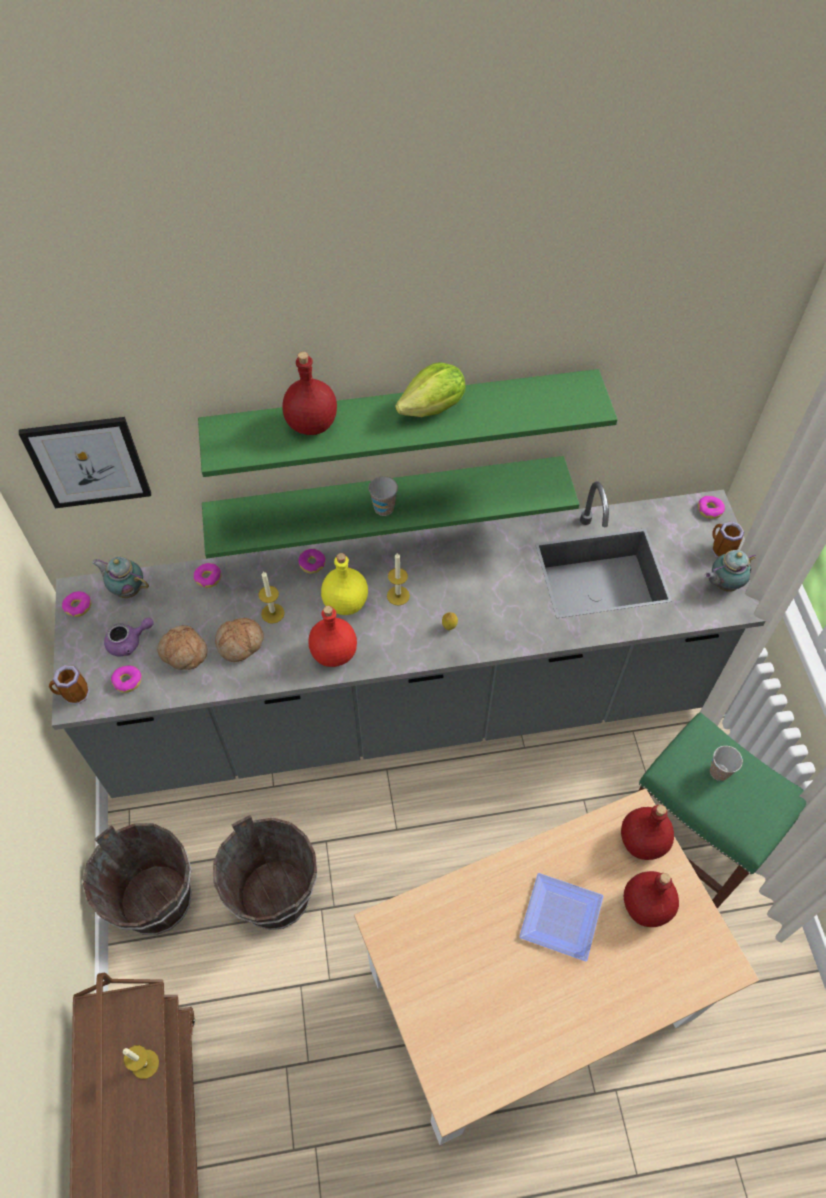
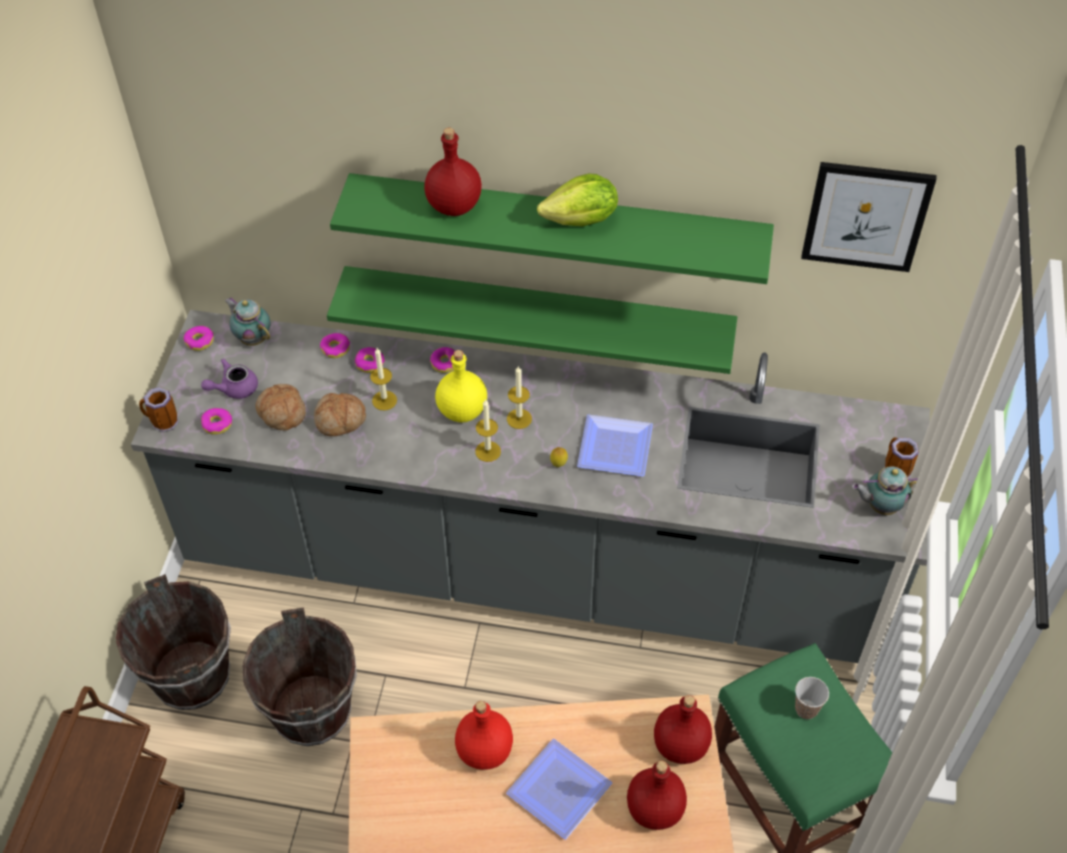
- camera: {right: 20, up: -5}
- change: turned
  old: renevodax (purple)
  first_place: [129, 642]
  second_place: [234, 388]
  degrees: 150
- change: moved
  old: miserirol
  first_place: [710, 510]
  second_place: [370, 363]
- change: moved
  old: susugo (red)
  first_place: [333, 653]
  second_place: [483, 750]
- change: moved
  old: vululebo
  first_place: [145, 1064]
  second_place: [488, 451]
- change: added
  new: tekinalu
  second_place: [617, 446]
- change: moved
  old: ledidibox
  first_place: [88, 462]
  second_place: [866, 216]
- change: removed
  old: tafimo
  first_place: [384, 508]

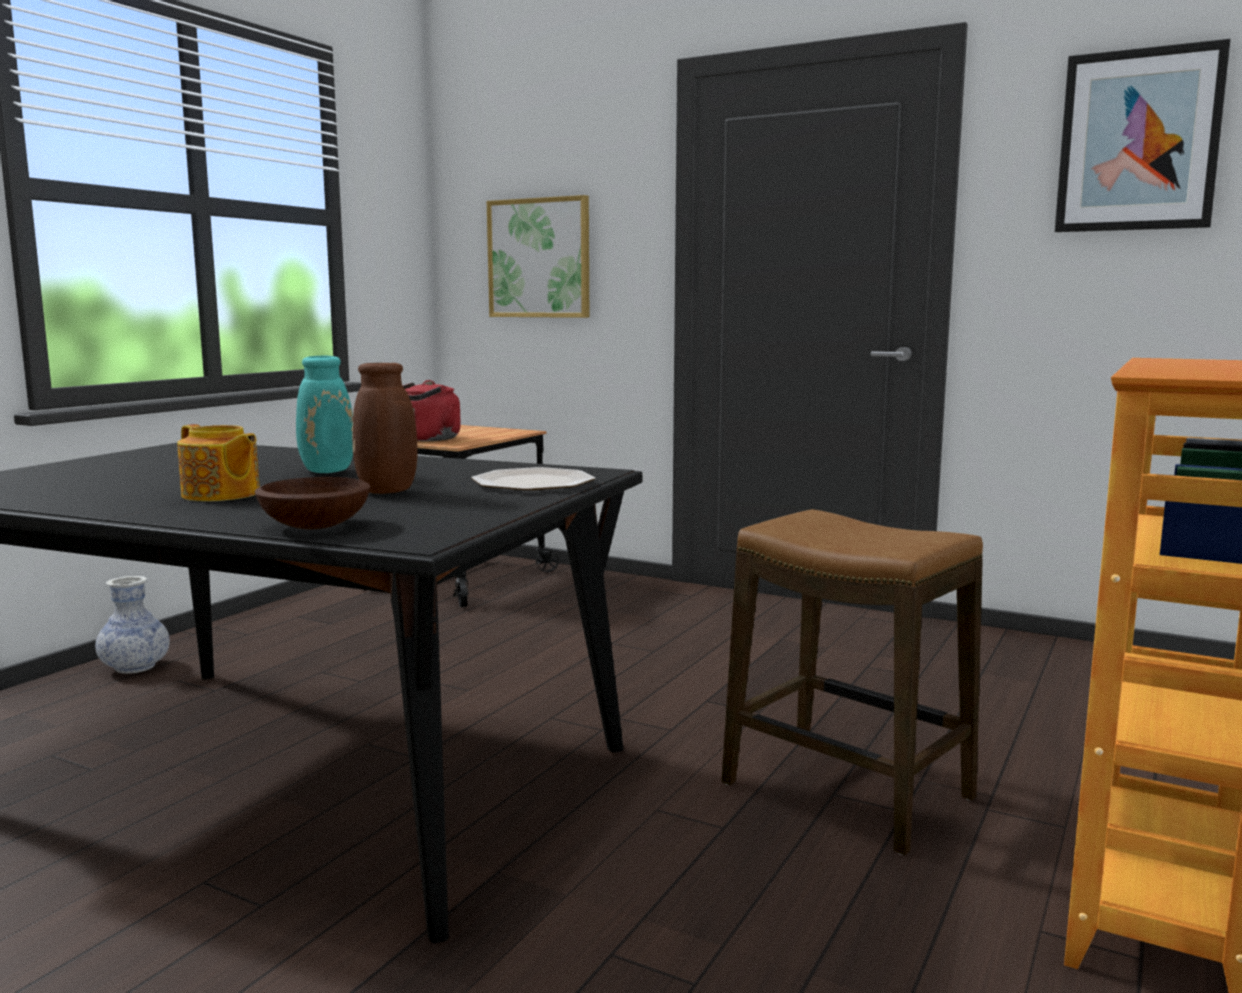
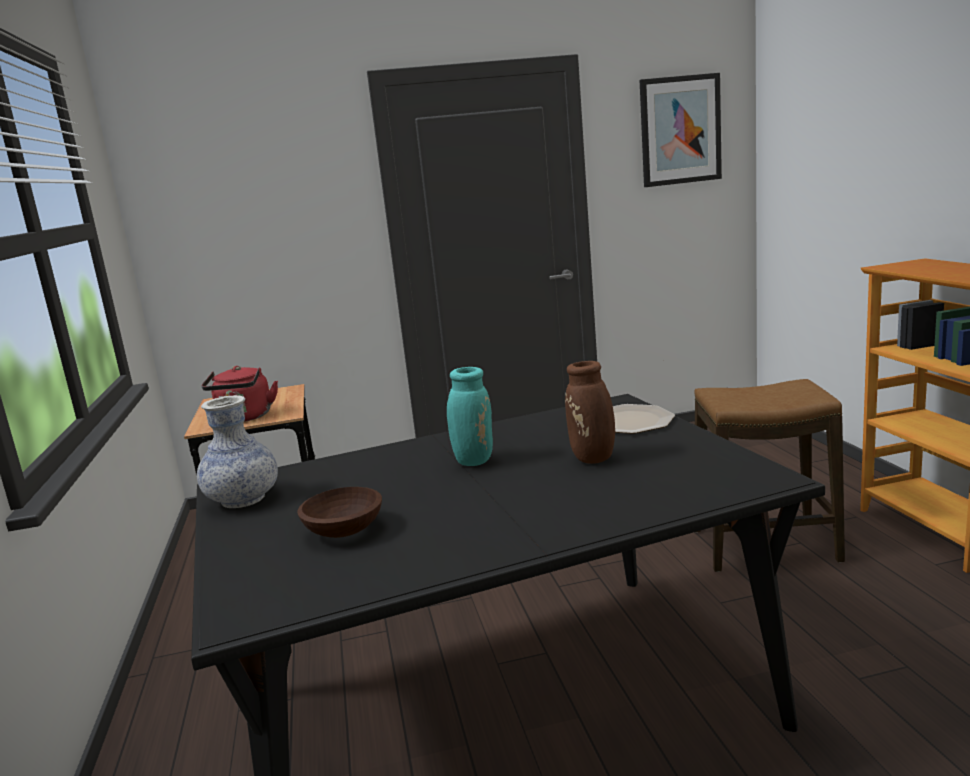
- camera: {right: -40, up: 5}
- change: moved
  old: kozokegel
  first_place: [135, 667]
  second_place: [243, 499]
- change: moved
  old: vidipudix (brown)
  first_place: [315, 525]
  second_place: [343, 530]
- change: removed
  old: renevodax
  first_place: [221, 495]
- change: removed
  old: ledidibox
  first_place: [539, 258]

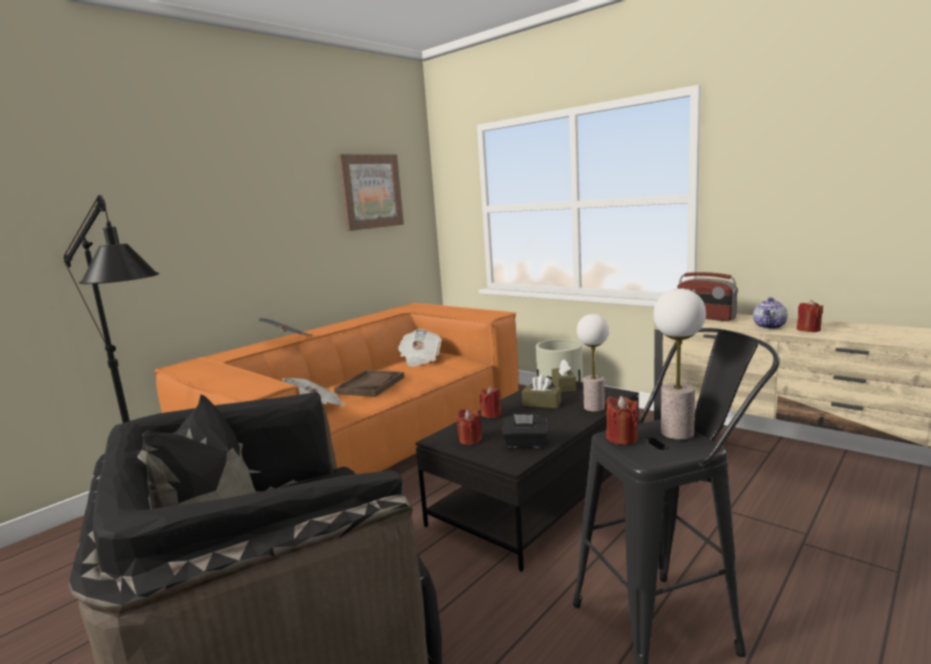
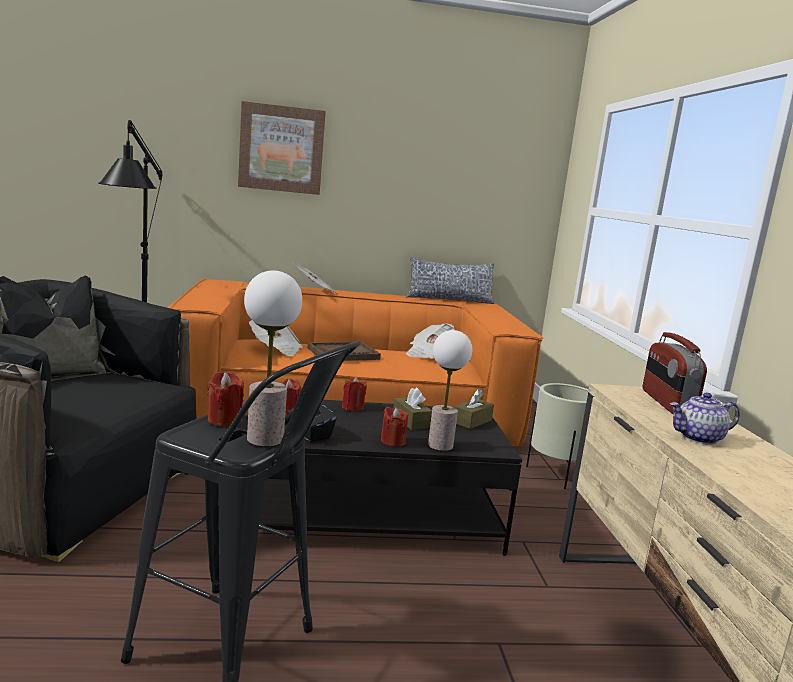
- camera: {right: 40, up: 0}
- change: moved
  old: ledidibox
  first_place: [370, 191]
  second_place: [281, 149]
- change: moved
  old: vululebo (red)
  first_place: [808, 329]
  second_place: [393, 441]
- change: added
  new: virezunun
  second_place: [449, 299]

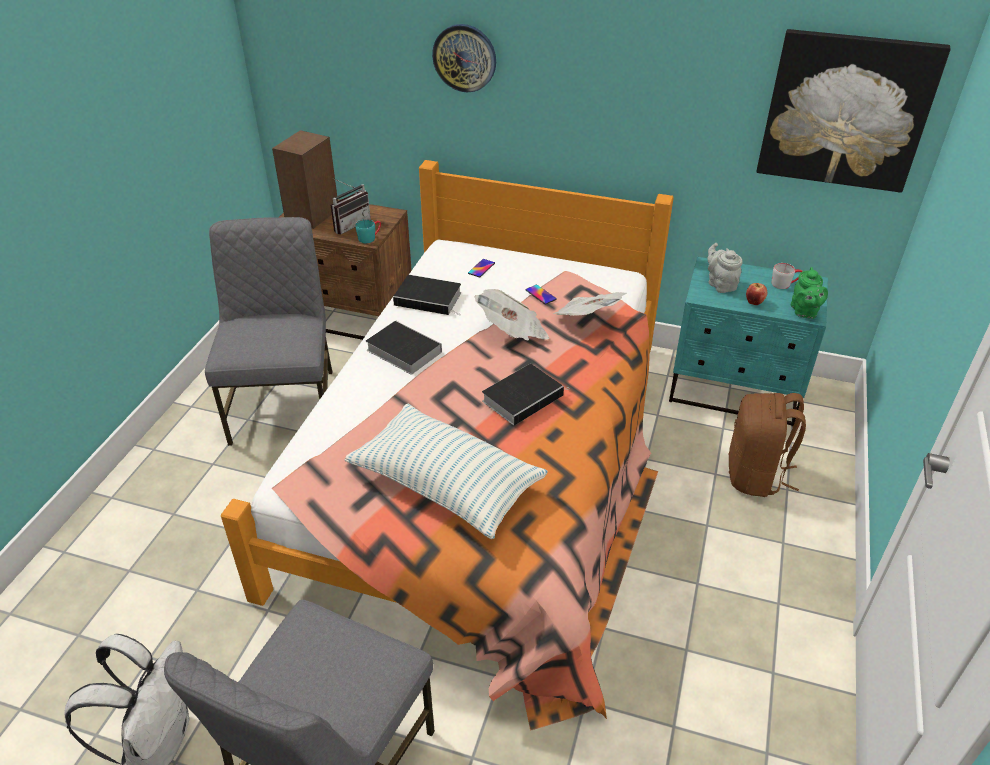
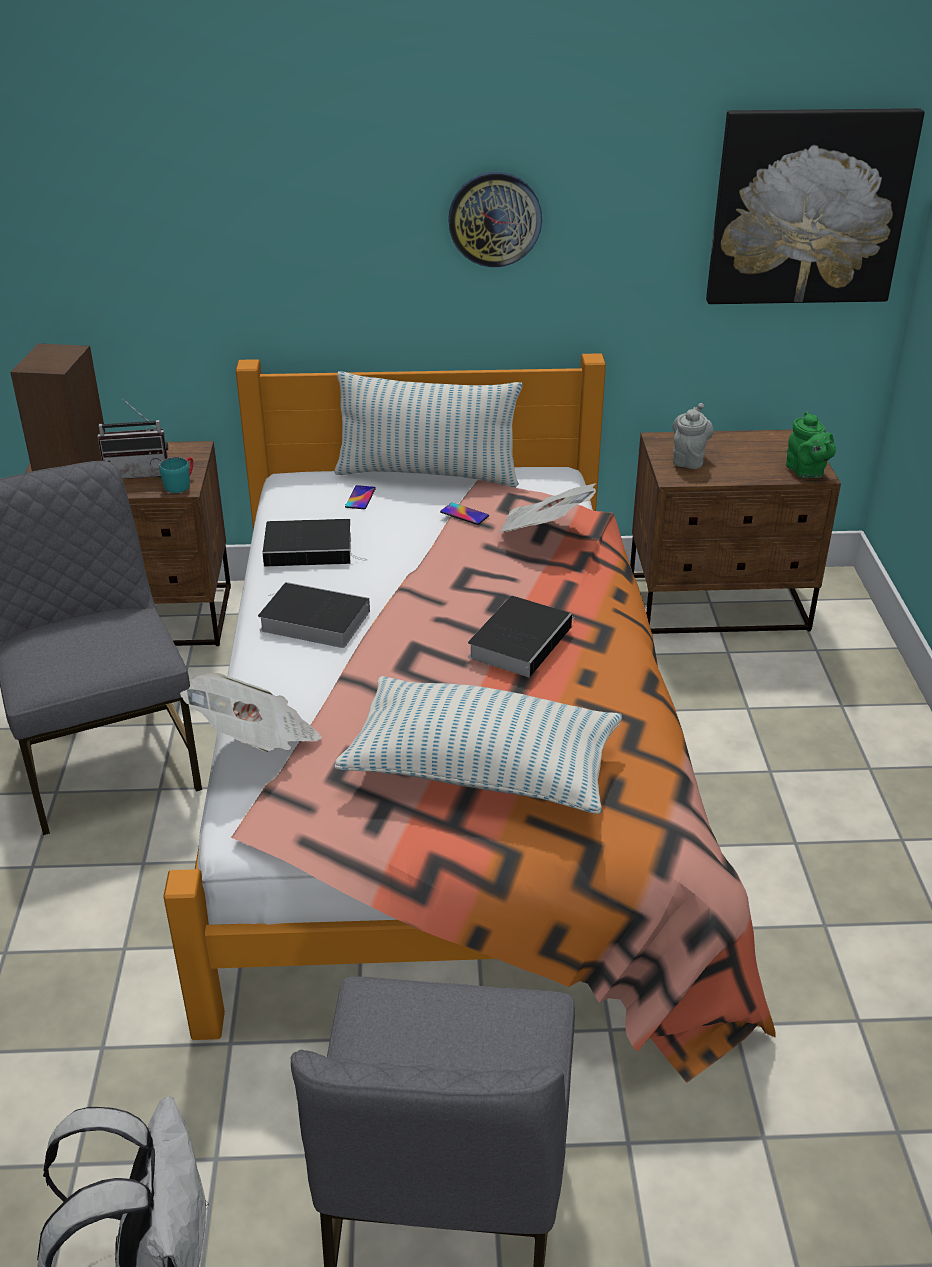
- camera: {right: -20, up: -5}
- change: turned
  old: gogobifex
  first_place: [349, 224]
  second_place: [139, 472]
  degrees: 60
- change: moved
  old: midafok
  first_place: [513, 332]
  second_place: [256, 740]
- change: added
  new: virezunun
  second_place: [427, 474]
- change: moved
  old: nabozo
  first_place: [464, 58]
  second_place: [495, 219]
- change: recoloured
  old: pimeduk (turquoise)
  new: pimeduk (brown)
  first_place: [735, 391]
  second_place: [718, 605]
- change: turned
  old: renevodax (grey)
  first_place: [720, 284]
  second_place: [689, 459]
  degrees: 60
- change: removed
  old: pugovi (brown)
  first_place: [755, 475]
- change: removed
  old: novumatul
  first_place: [754, 302]
- change: removed
  old: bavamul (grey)
  first_place: [785, 283]

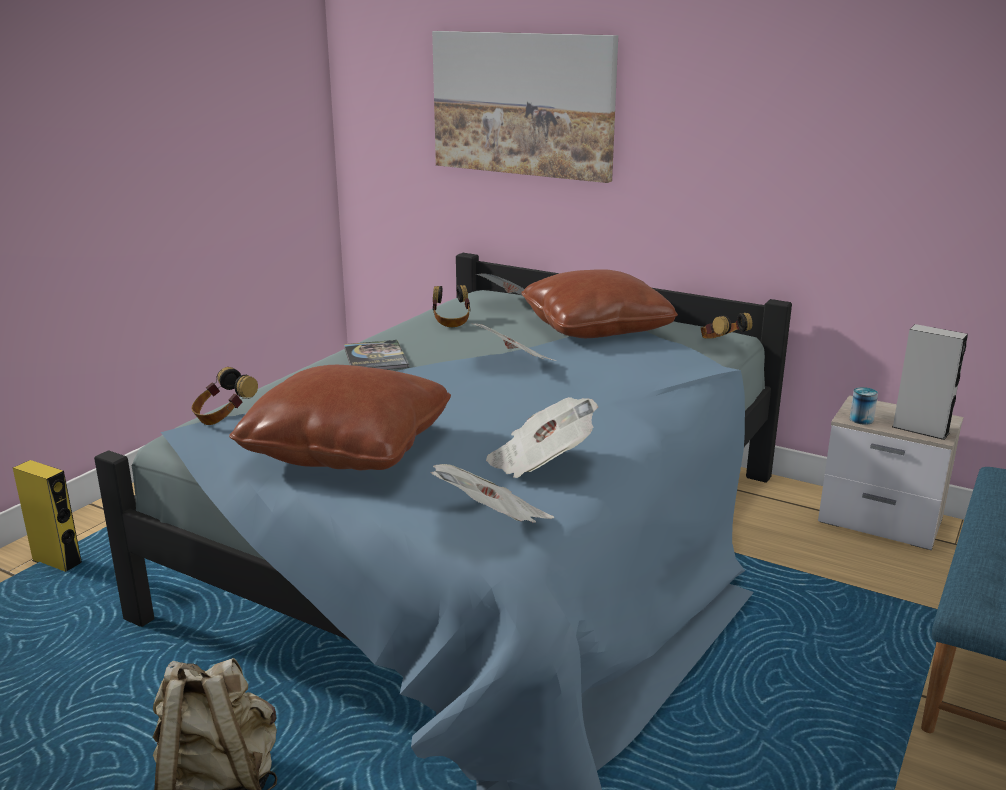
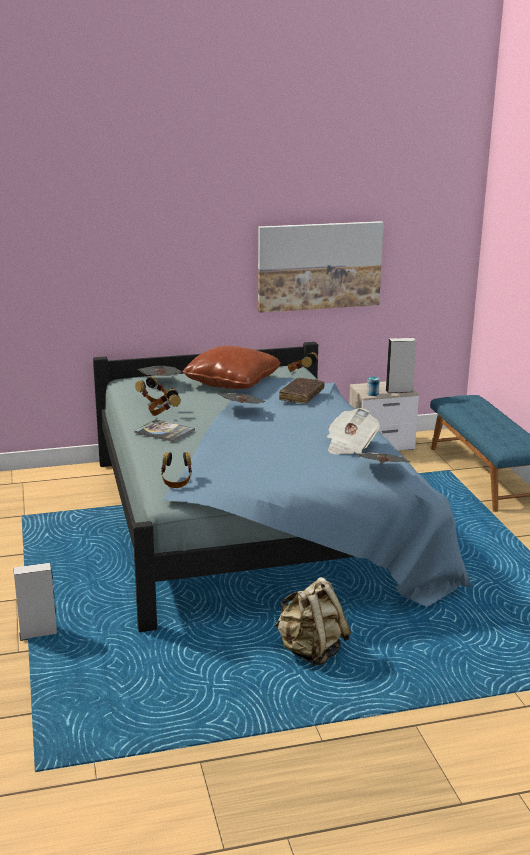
- camera: {right: -45, up: 0}
- change: recoloured
  old: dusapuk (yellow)
  new: dusapuk (grey)
  first_place: [57, 562]
  second_place: [38, 633]
- change: added
  new: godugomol
  second_place: [164, 413]
- change: moved
  old: ledidibox
  first_place: [523, 104]
  second_place: [319, 266]
- change: added
  new: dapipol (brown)
  second_place: [301, 396]
- change: removed
  old: virezunun (brown)
  first_place: [347, 448]

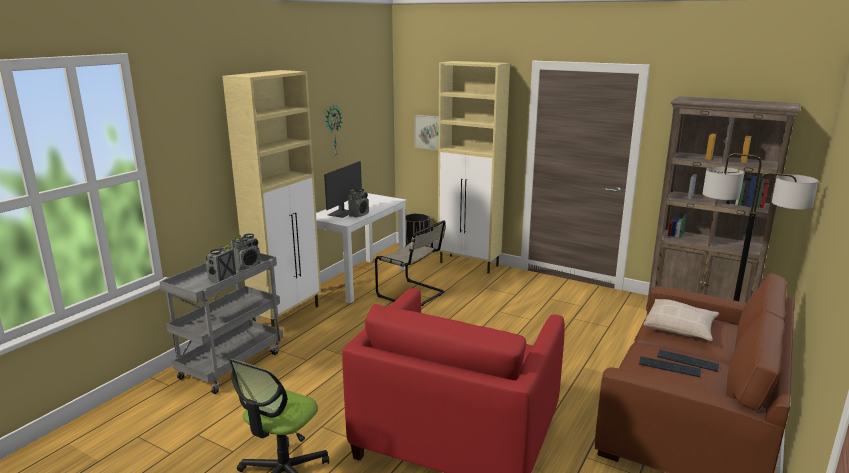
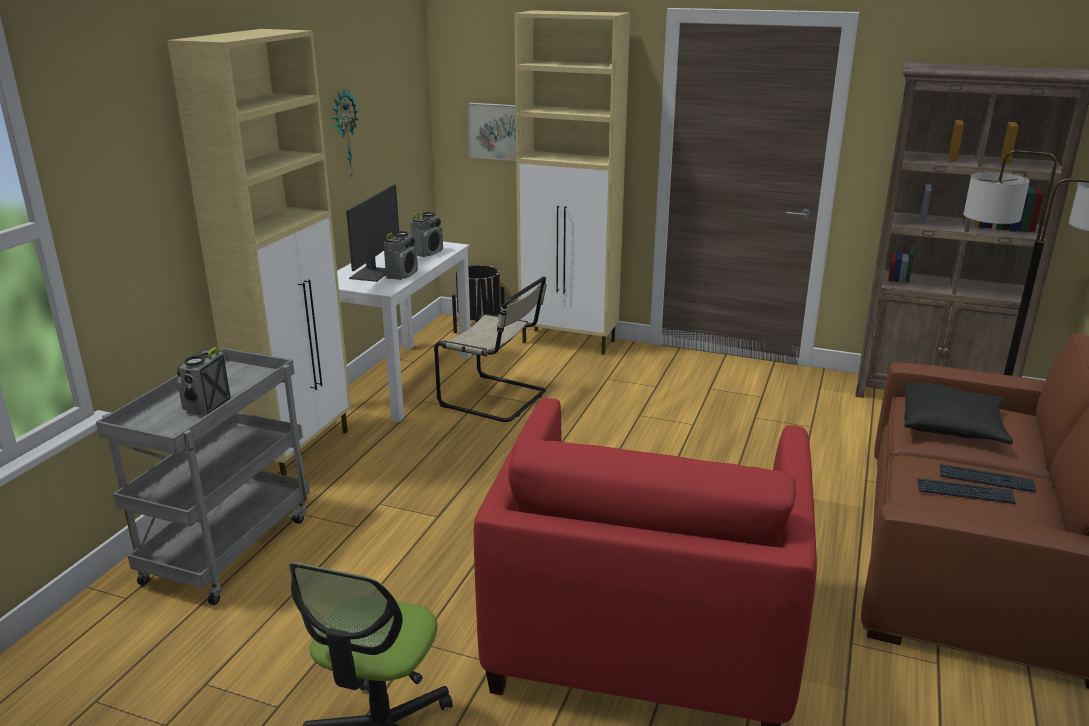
- camera: {right: -10, up: 5}
- change: moved
  old: gogobifex
  first_place: [247, 266]
  second_place: [428, 253]
- change: recoloured
  old: virezunun (beige)
  new: virezunun (black)
  first_place: [680, 327]
  second_place: [952, 425]

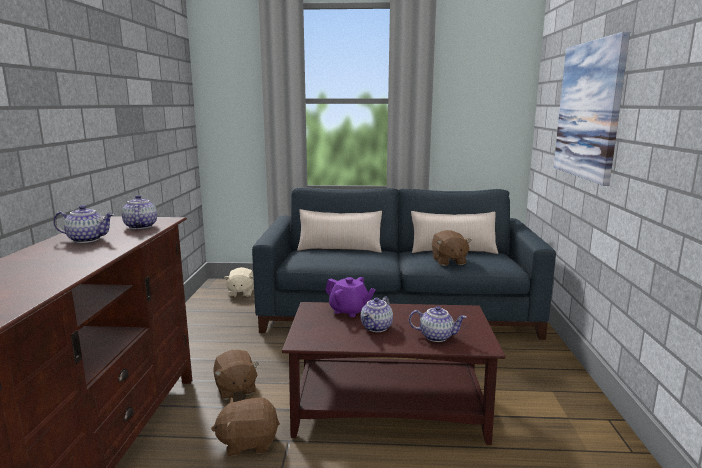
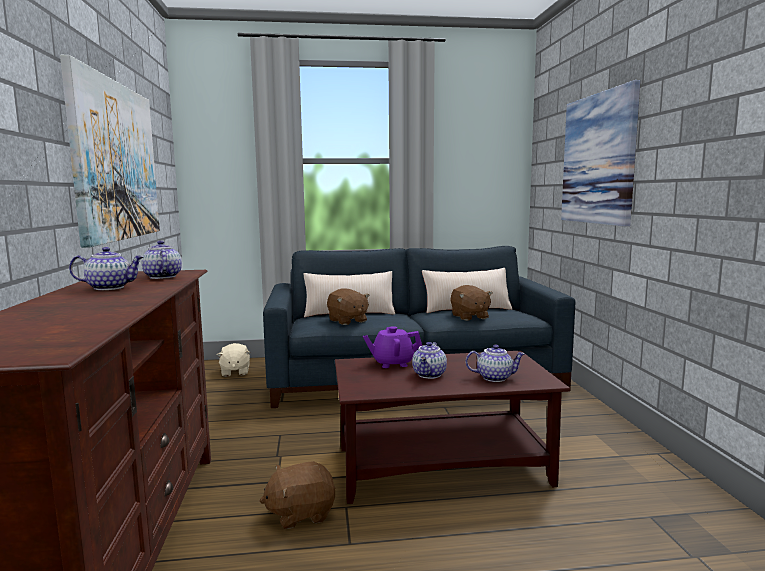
- camera: {right: -10, up: -5}
- change: added
  new: ledidibox
  second_place: [116, 161]
- change: moved
  old: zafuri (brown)
  first_place: [235, 389]
  second_place: [347, 321]
- change: turned
  old: renevodax (purple)
  first_place: [349, 311]
  second_place: [392, 363]
  degrees: 150

